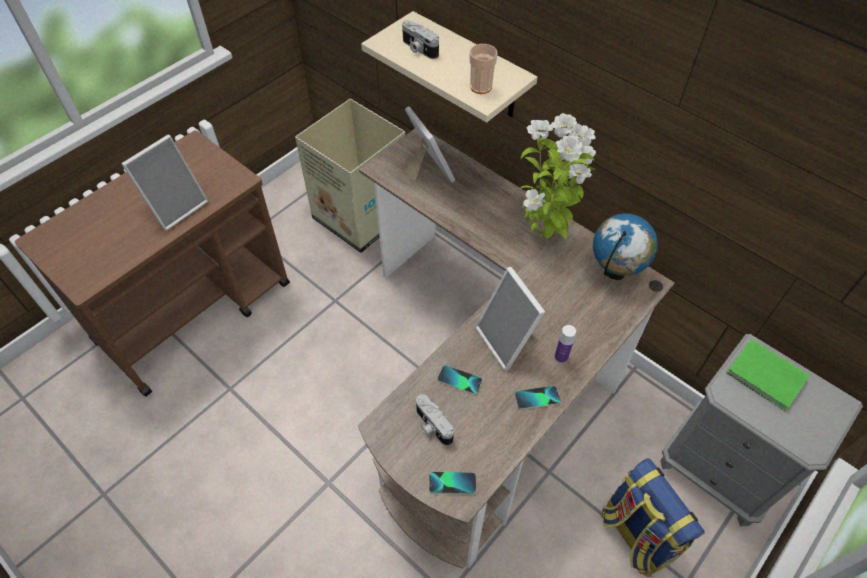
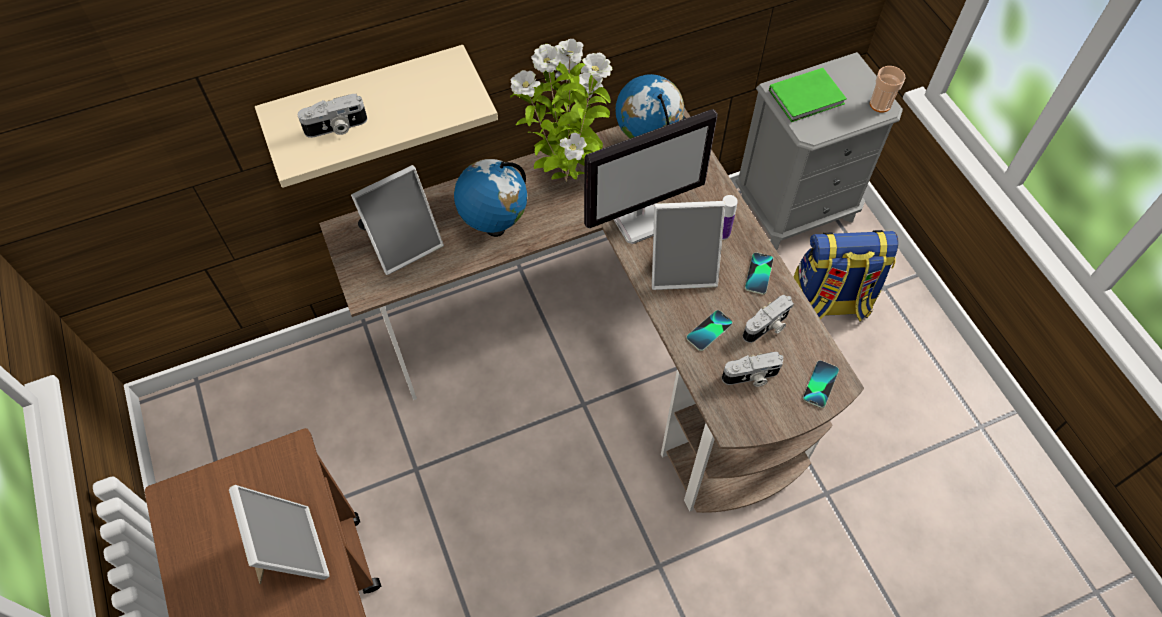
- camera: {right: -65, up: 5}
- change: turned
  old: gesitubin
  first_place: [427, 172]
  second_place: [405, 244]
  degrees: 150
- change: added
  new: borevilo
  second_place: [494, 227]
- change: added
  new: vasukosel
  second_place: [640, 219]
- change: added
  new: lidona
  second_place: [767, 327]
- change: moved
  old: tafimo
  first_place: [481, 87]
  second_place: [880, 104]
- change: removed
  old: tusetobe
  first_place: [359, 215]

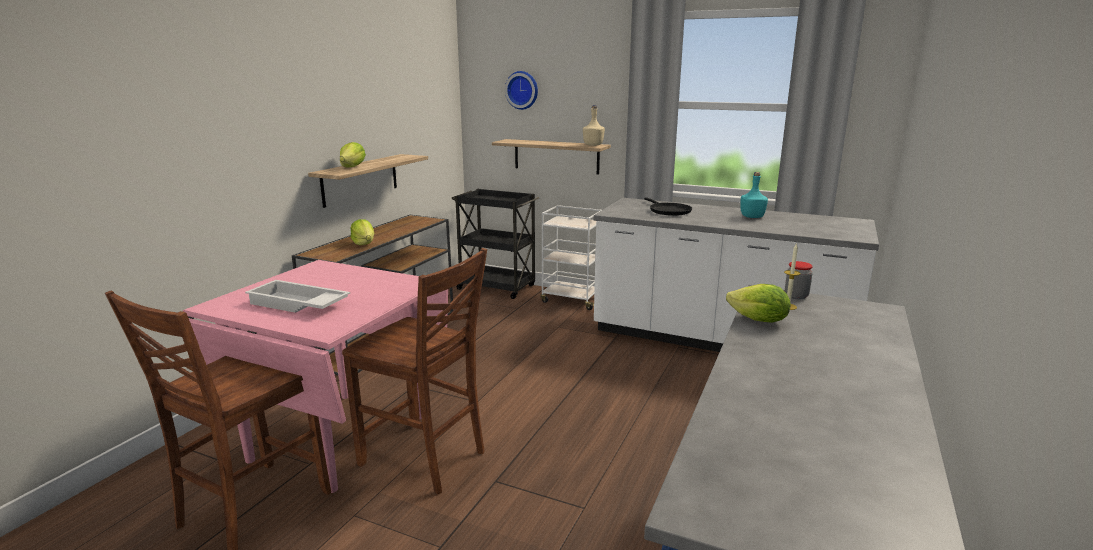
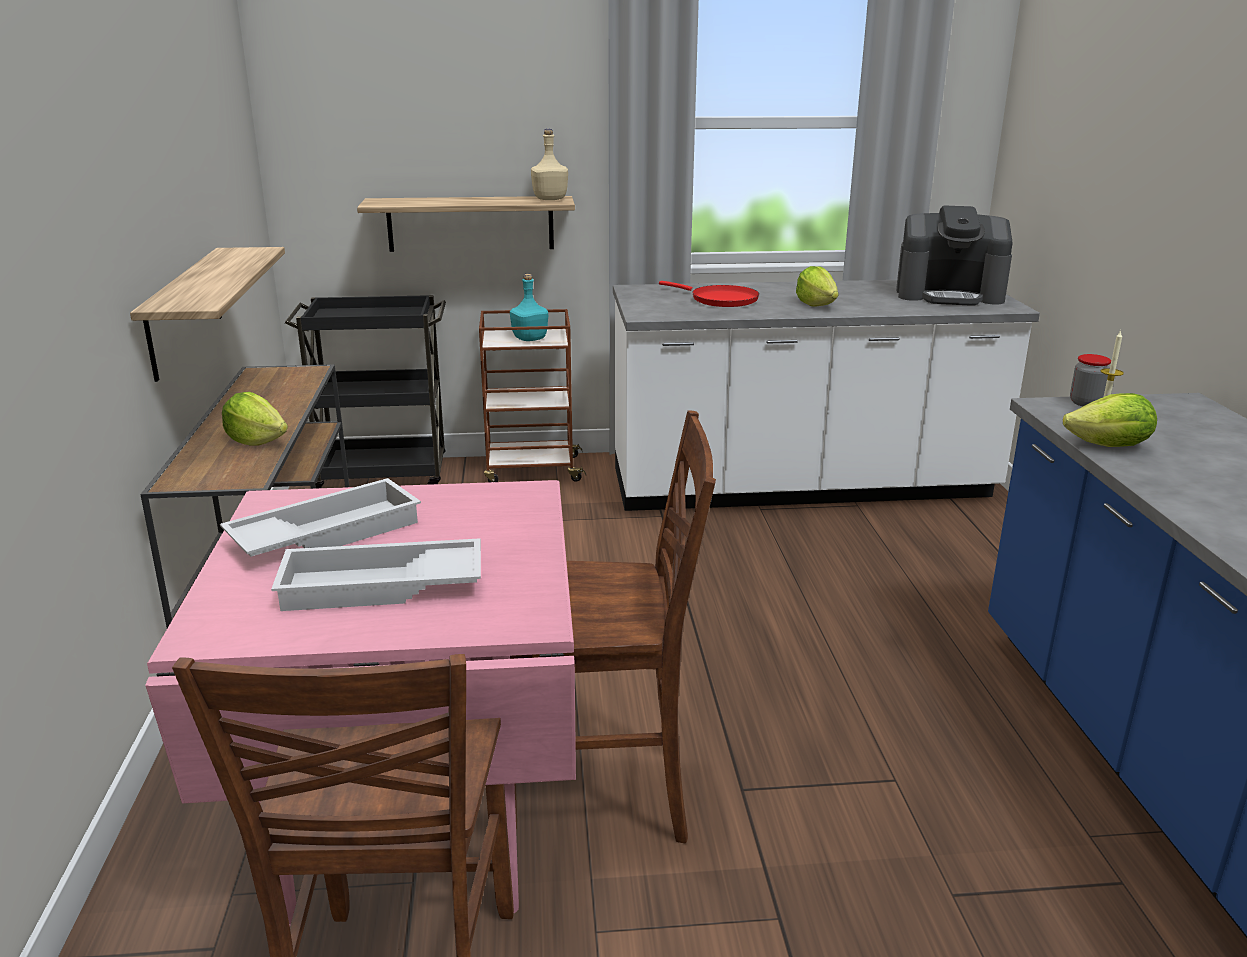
- camera: {right: -30, up: 5}
- change: added
  new: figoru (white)
  second_place: [326, 532]
- change: recoloured
  old: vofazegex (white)
  new: vofazegex (brown)
  first_place: [571, 300]
  second_place: [531, 470]
- change: moved
  old: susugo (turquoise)
  first_place: [751, 217]
  second_place: [529, 339]
- change: recoloured
  old: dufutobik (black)
  new: dufutobik (red)
  first_place: [668, 211]
  second_place: [720, 300]
- change: moved
  old: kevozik
  first_place: [352, 167]
  second_place: [816, 304]
- change: added
  new: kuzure
  second_place: [949, 294]
- change: removed
  old: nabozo
  first_place: [522, 90]

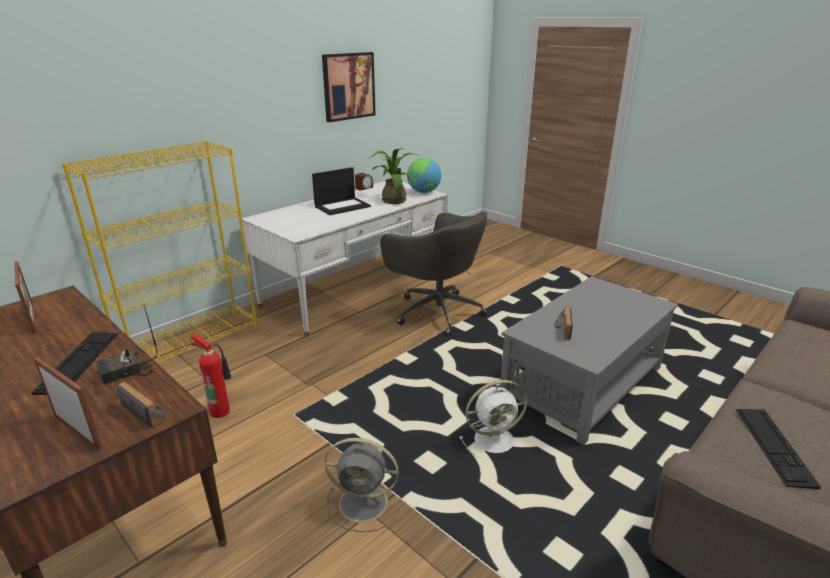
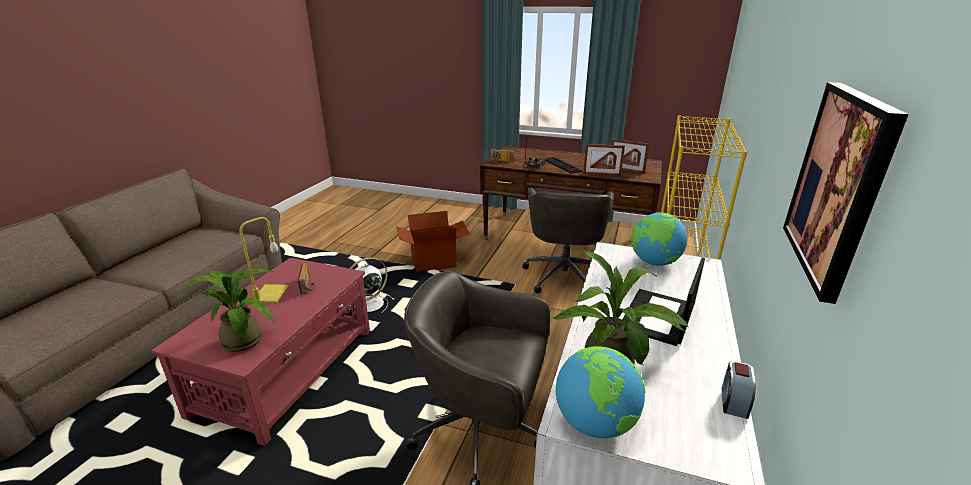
- camera: {right: 155, up: 0}
- change: recoloured
  old: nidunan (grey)
  new: nidunan (red)
  first_place: [582, 384]
  second_place: [288, 370]
- change: added
  new: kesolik
  second_place: [242, 338]
- change: added
  new: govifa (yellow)
  second_place: [270, 294]
- change: replaced
  old: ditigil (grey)
  new: tusetobe
  first_place: [365, 503]
  second_place: [433, 261]
- change: replaced
  old: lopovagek
  new: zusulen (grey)
  first_place: [220, 410]
  second_place: [564, 275]
- change: moved
  old: gesitubin
  first_place: [77, 431]
  second_place: [601, 174]
- change: added
  new: borevilo
  second_place: [654, 262]
- change: removed
  old: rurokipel
  first_place: [774, 445]

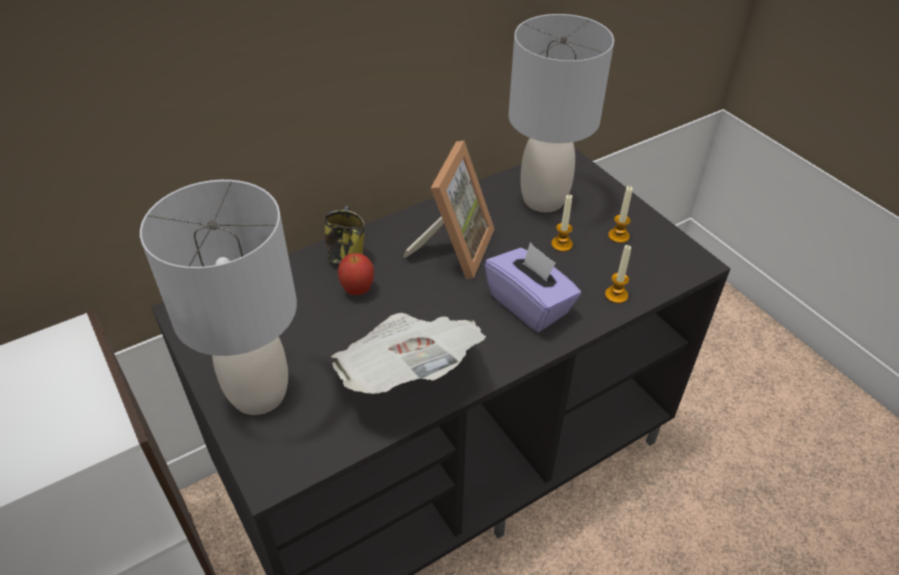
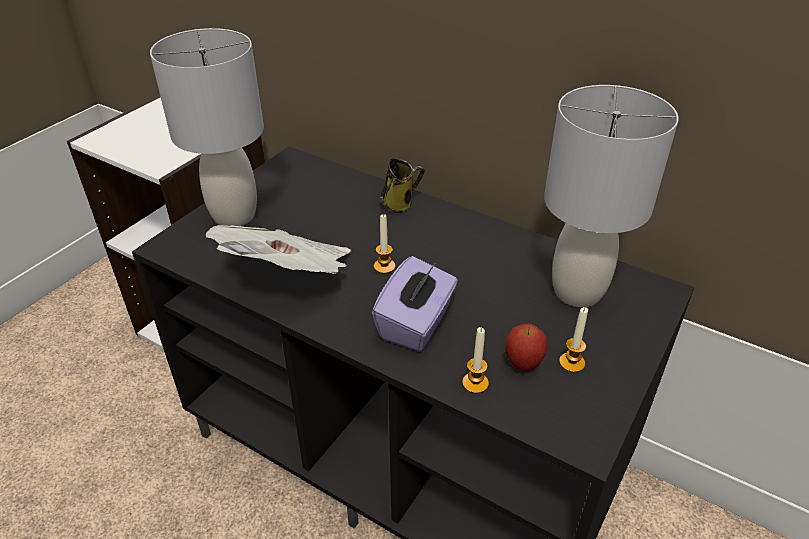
- camera: {right: 65, up: -5}
- change: moved
  old: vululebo
  first_place: [561, 244]
  second_place: [384, 267]
- change: moved
  old: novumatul
  first_place: [357, 290]
  second_place: [523, 365]
- change: removed
  old: gesitubin
  first_place: [453, 248]

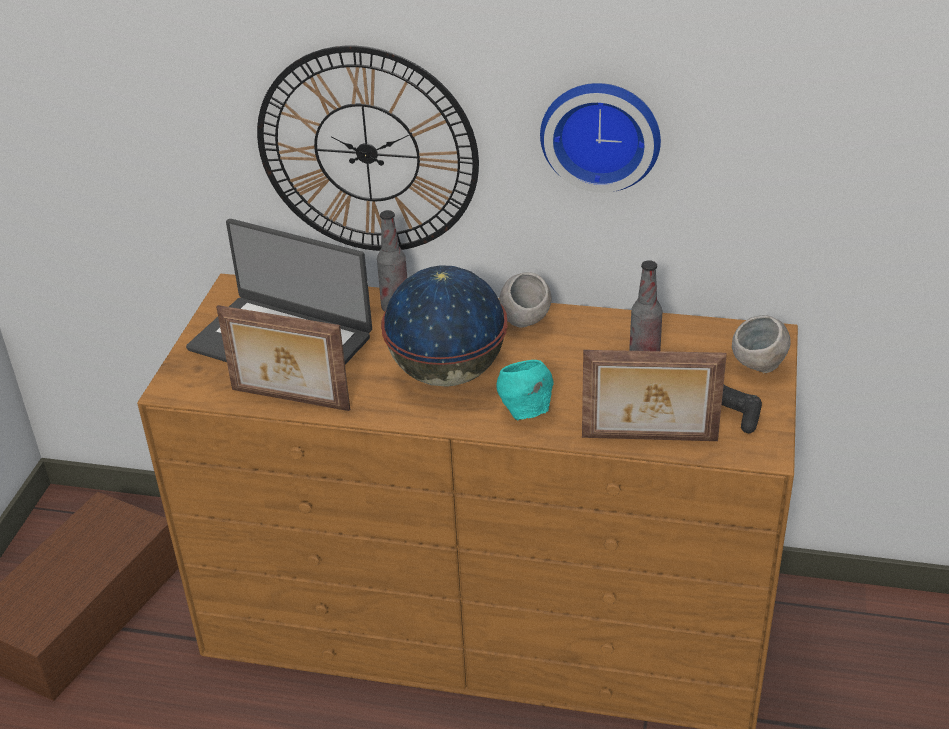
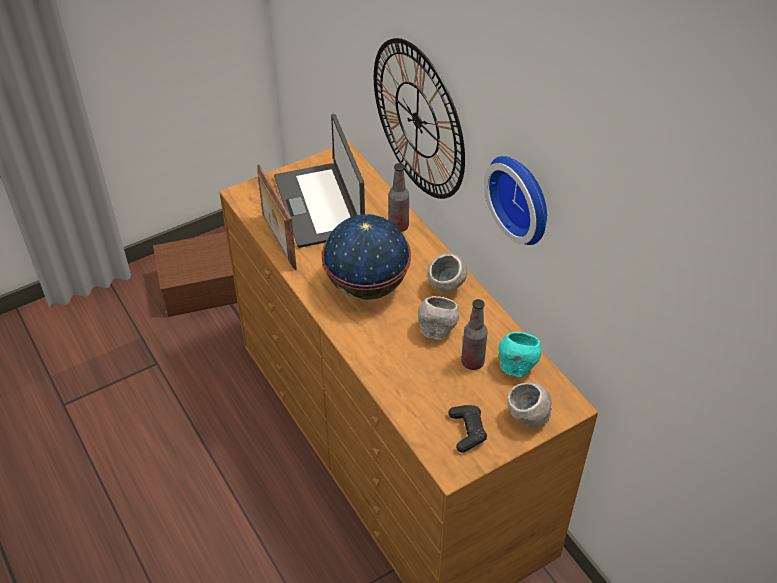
- camera: {right: 45, up: 10}
- change: added
  new: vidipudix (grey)
  second_place: [437, 331]
- change: moved
  old: vidipudix (turquoise)
  first_place: [525, 412]
  second_place: [517, 367]
- change: removed
  old: gesitubin
  first_place: [649, 440]

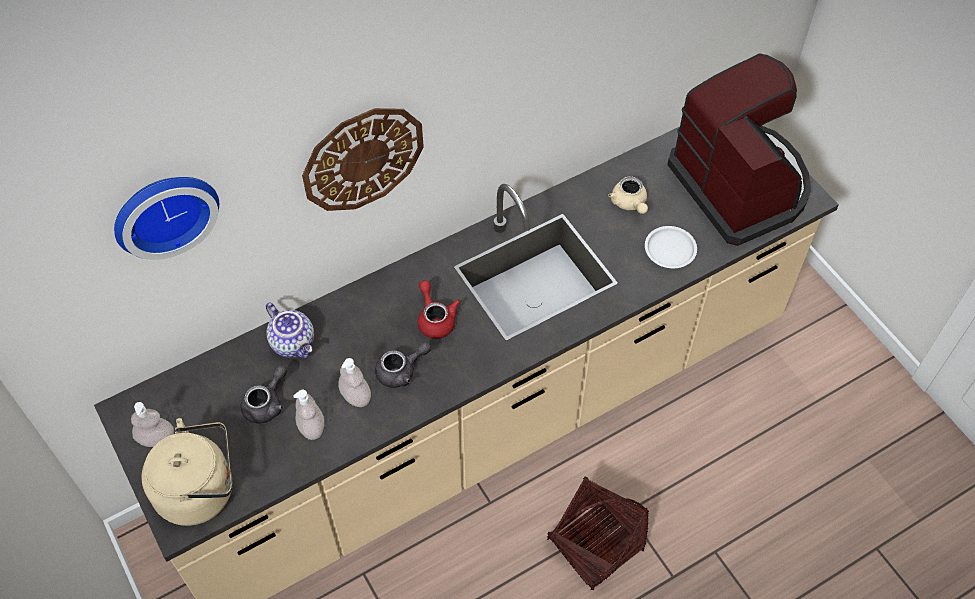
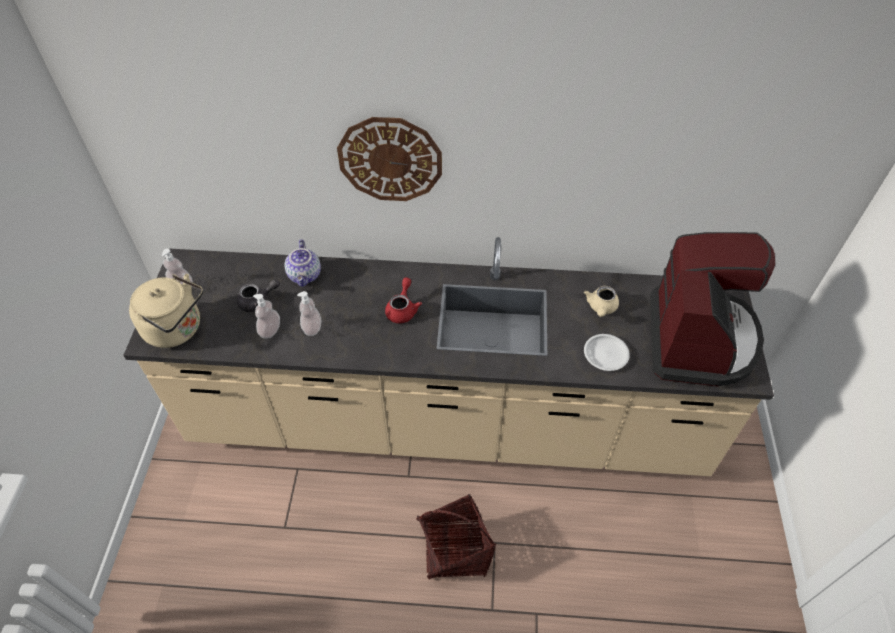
- camera: {right: 35, up: -5}
- change: removed
  old: nabozo
  first_place: [163, 210]
- change: removed
  old: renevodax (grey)
  first_place: [401, 371]

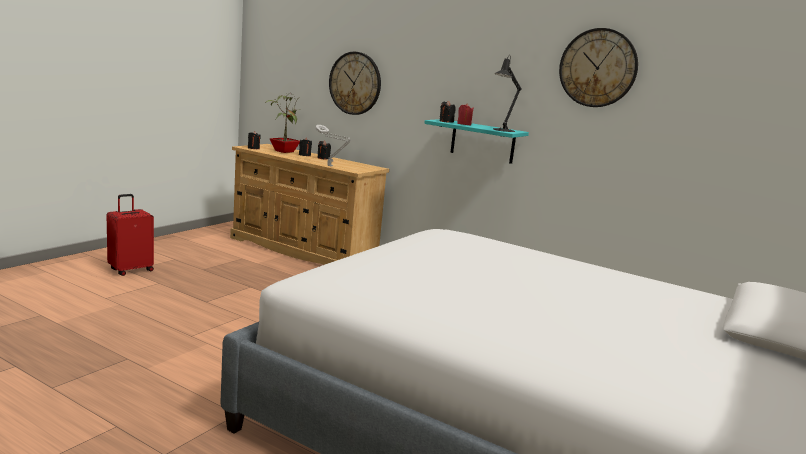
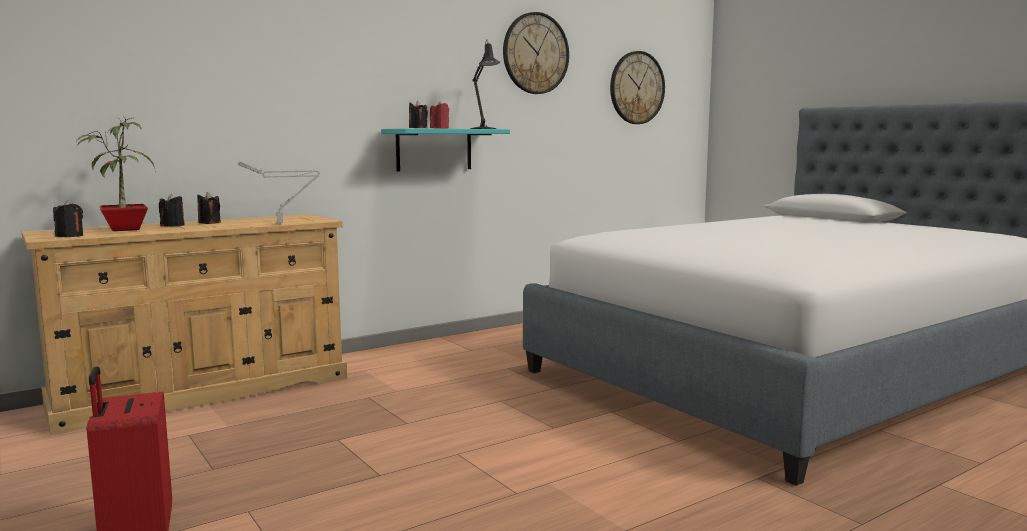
- camera: {right: -65, up: -5}
- change: moved
  old: nabozo
  first_place: [355, 83]
  second_place: [636, 88]

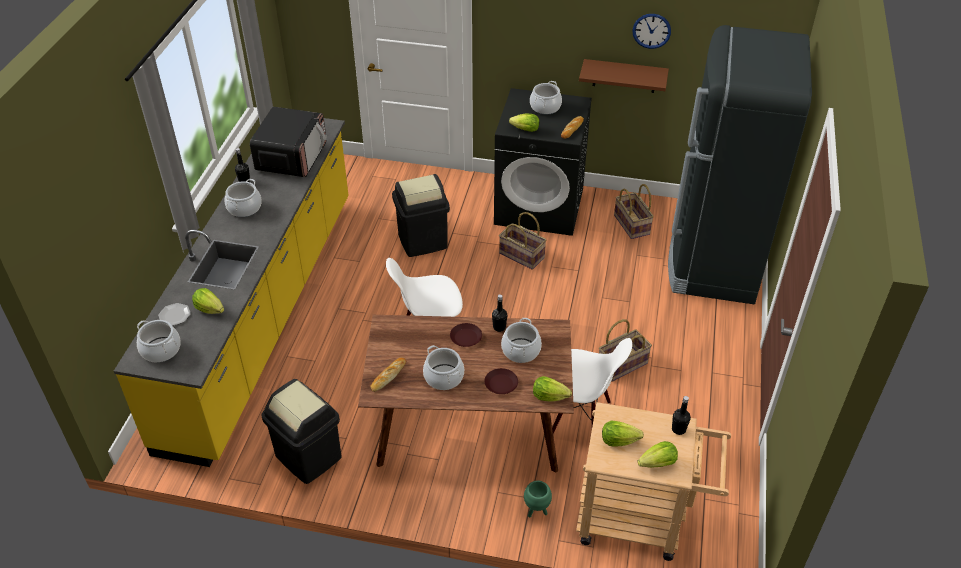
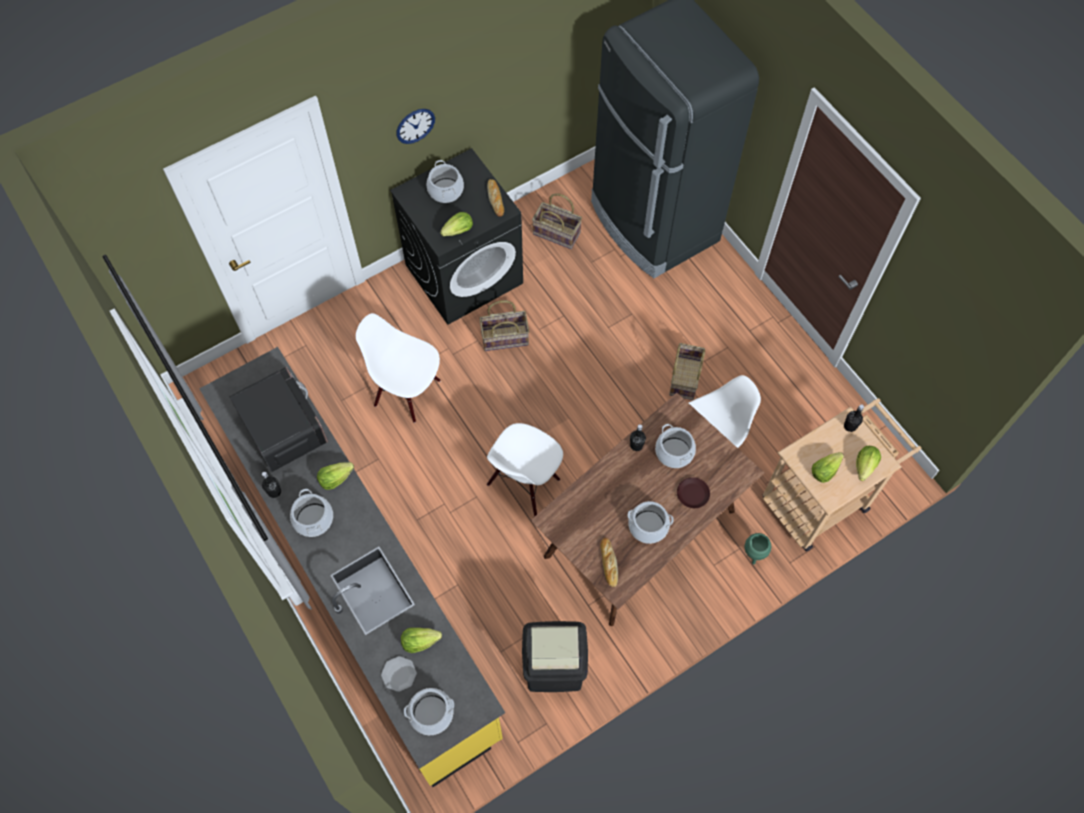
- camera: {right: -45, up: 20}
- change: moved
  old: kevozik
  first_place: [549, 396]
  second_place: [335, 478]
- change: replaced
  old: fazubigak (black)
  new: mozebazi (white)
  first_place: [422, 241]
  second_place: [407, 392]
- change: moved
  old: nabozo
  first_place: [651, 31]
  second_place: [415, 125]
- change: removed
  old: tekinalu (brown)
  first_place: [466, 337]
- change: removed
  old: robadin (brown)
  first_place: [624, 76]

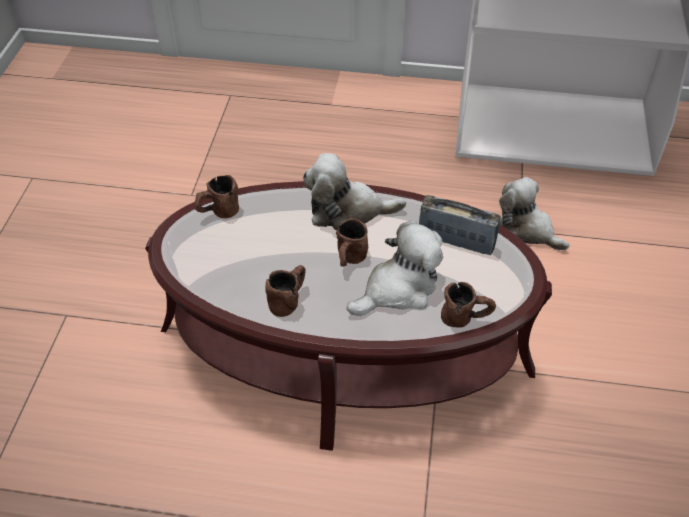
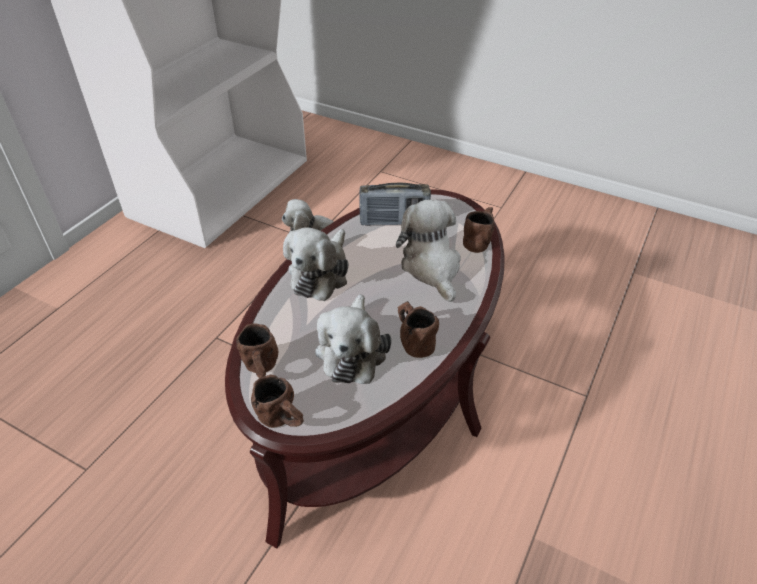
- camera: {right: -70, up: -5}
- change: moved
  old: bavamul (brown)
  first_place: [349, 260]
  second_place: [283, 420]
- change: added
  new: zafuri
  second_place: [352, 351]
- change: turned
  old: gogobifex
  first_place: [456, 241]
  second_place: [394, 221]
  degrees: -135

